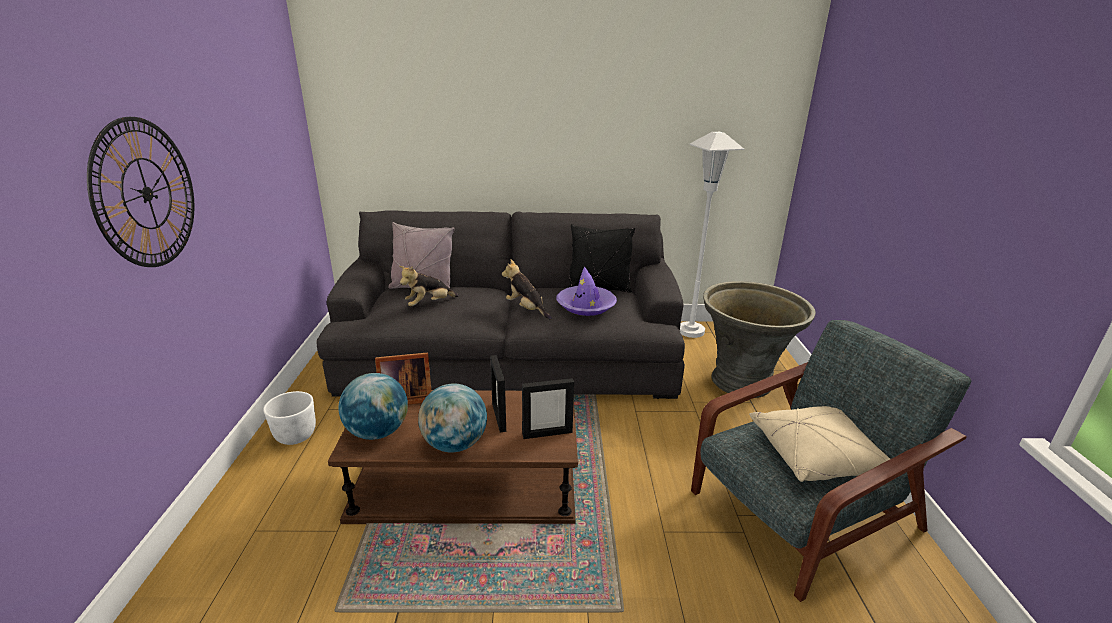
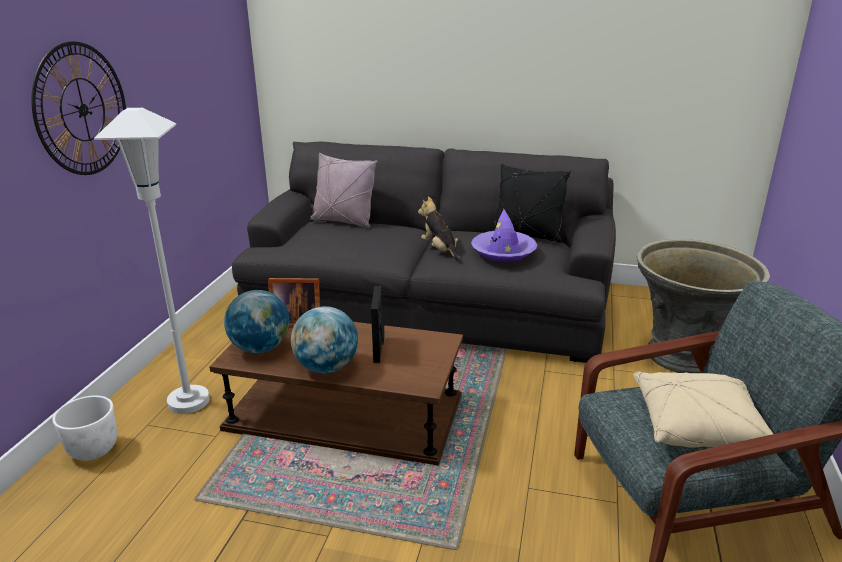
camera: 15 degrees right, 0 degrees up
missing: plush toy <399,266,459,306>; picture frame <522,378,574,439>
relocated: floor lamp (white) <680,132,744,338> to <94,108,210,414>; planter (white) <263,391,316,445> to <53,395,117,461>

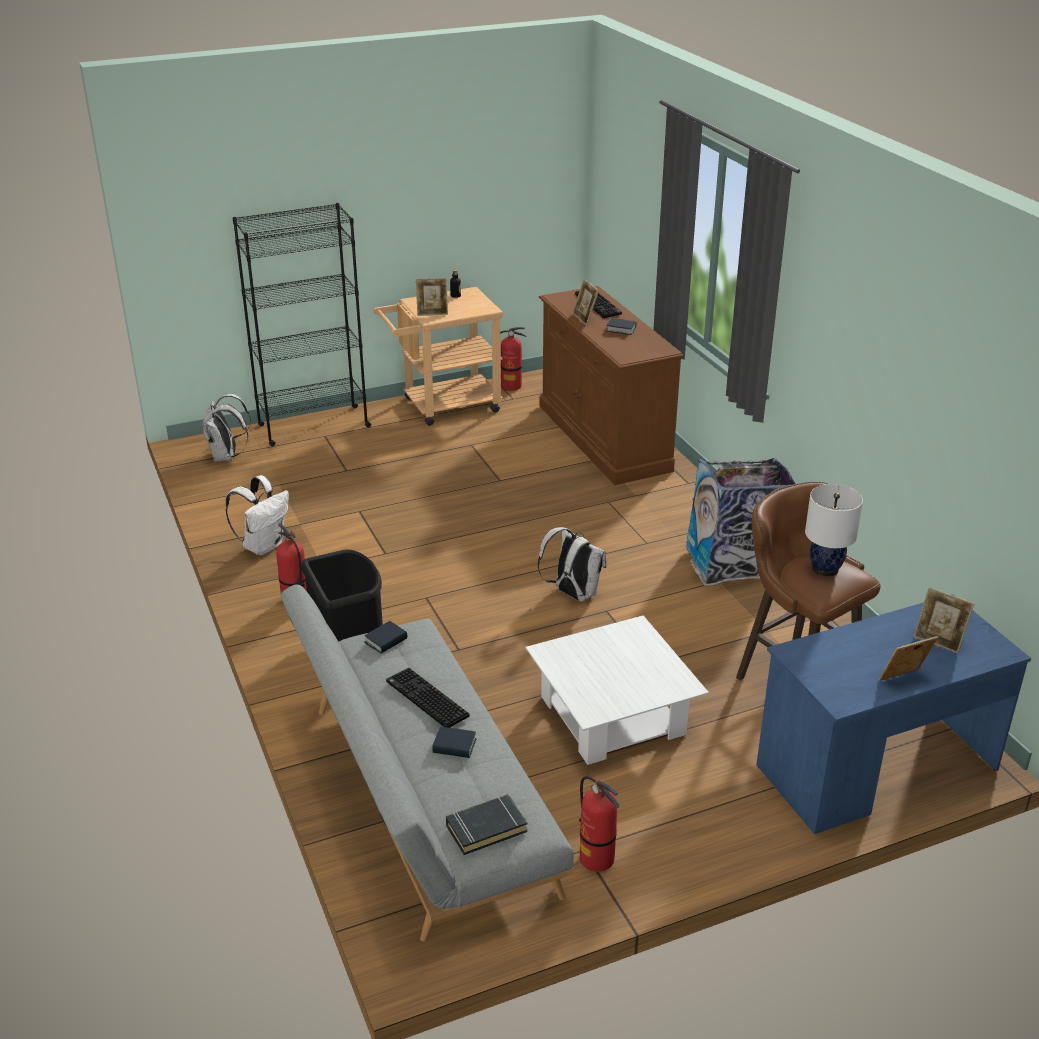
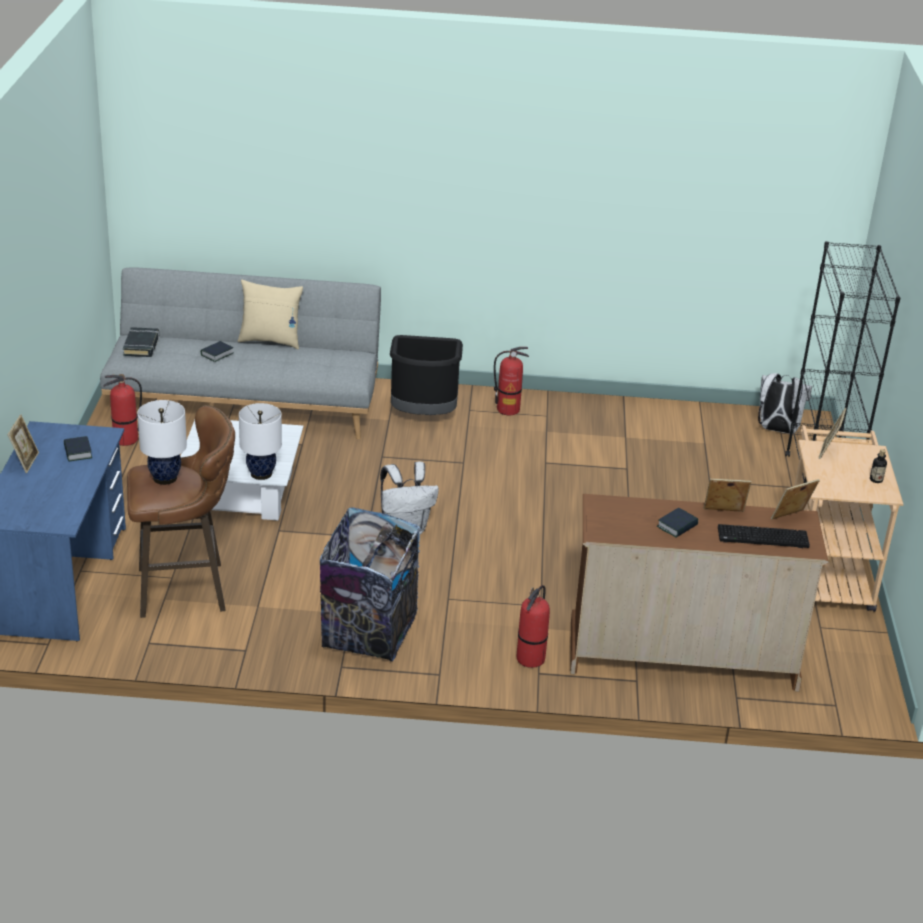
camera: 115 degrees right, 0 degrees up
missing: backpack (white) <225,475,289,555>; keyboard <386,668,469,728>
appeared: pillow (beige) <238,280,303,349>; table lamp (white) <239,403,282,480>
relocated: fire extinguisher <500,327,526,391> to <517,585,550,668>; picture frame <914,587,974,653> to <771,479,820,520>; book <364,621,407,654> to <64,436,92,462>

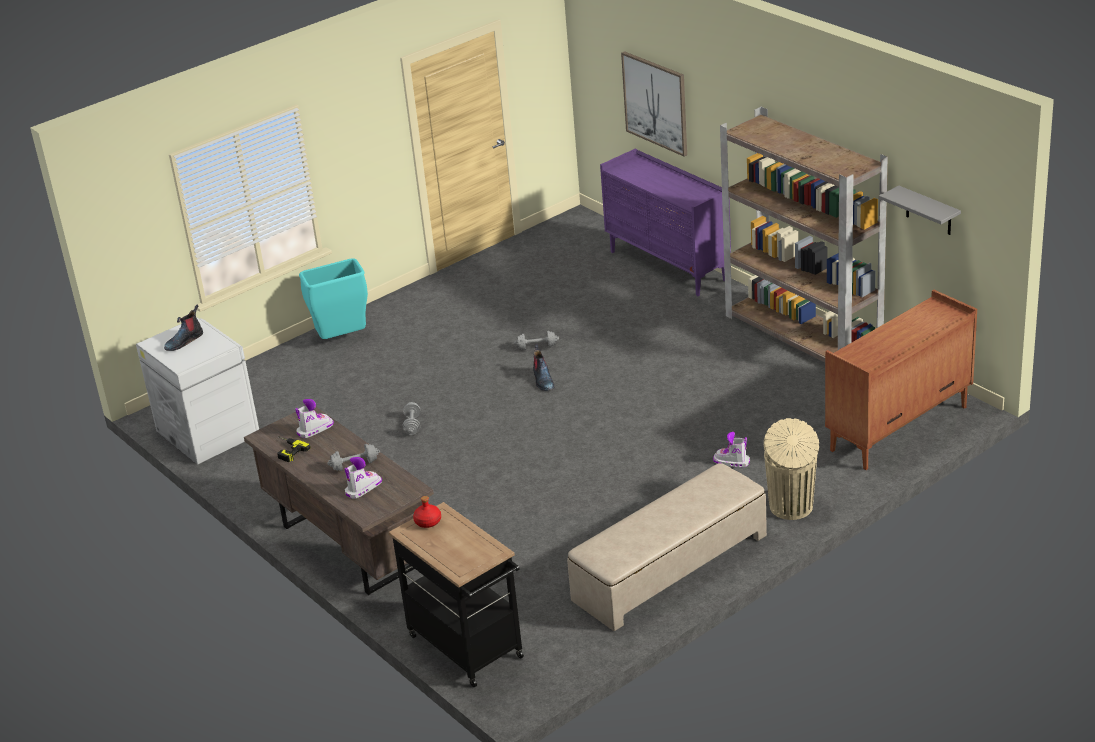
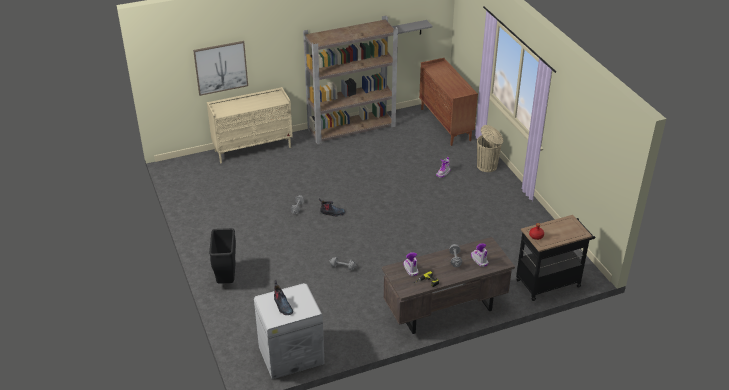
camera: 75 degrees left, 5 degrees up
missing: bench (beige) <567,463,767,631>
colour: cabinet (purple) <600,148,731,296> to cabinet (beige) <207,87,293,164>; trash can (turquoise) <299,258,368,339> to trash can (black) <209,228,236,284>

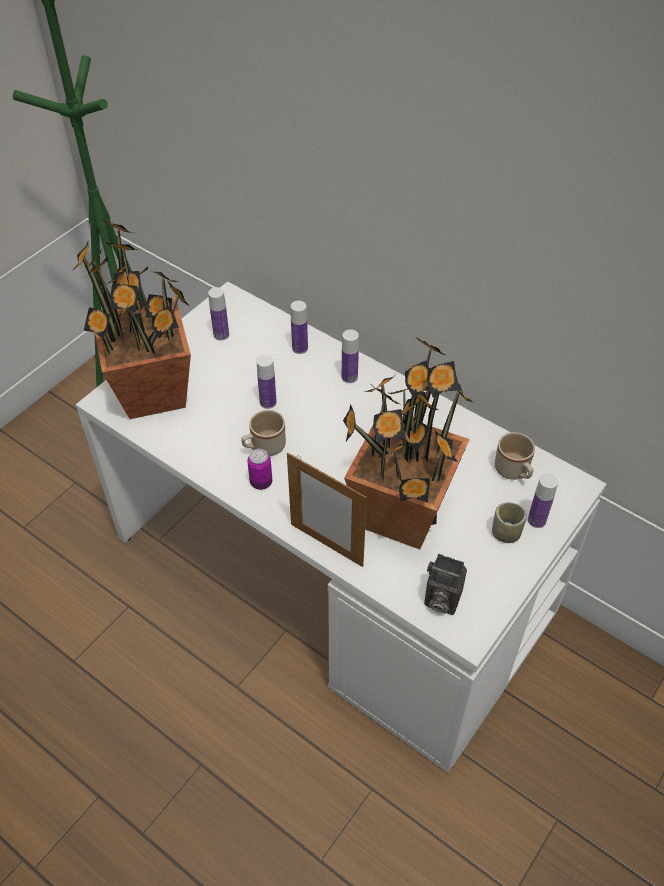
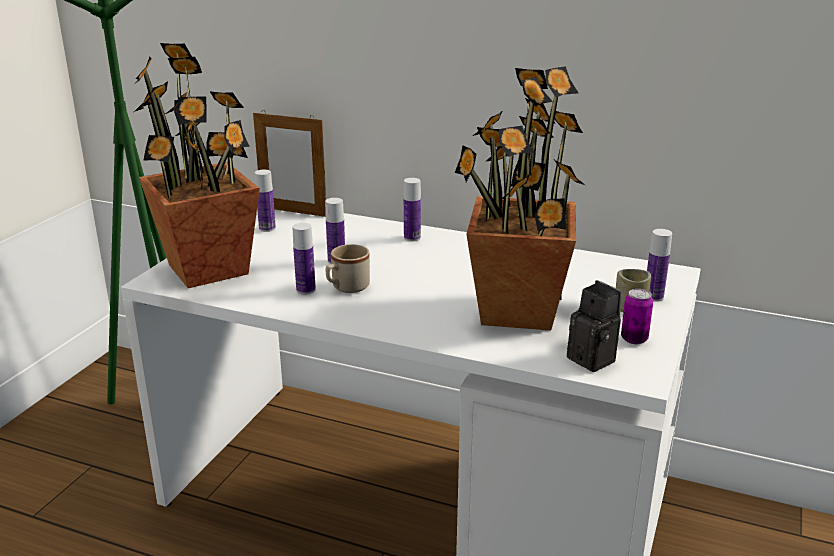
camera: 15 degrees left, 25 degrees down
missing: mug (beige) <495,432,535,480>
relocated: bottle <291,301,308,354> to <293,223,316,295>; can <247,449,272,490> to <621,289,653,344>; picture frame <287,453,367,567> to <253,110,326,217>
spun: photo camera <424,554,467,615> = <567,280,621,372> 135 degrees counterclockwise

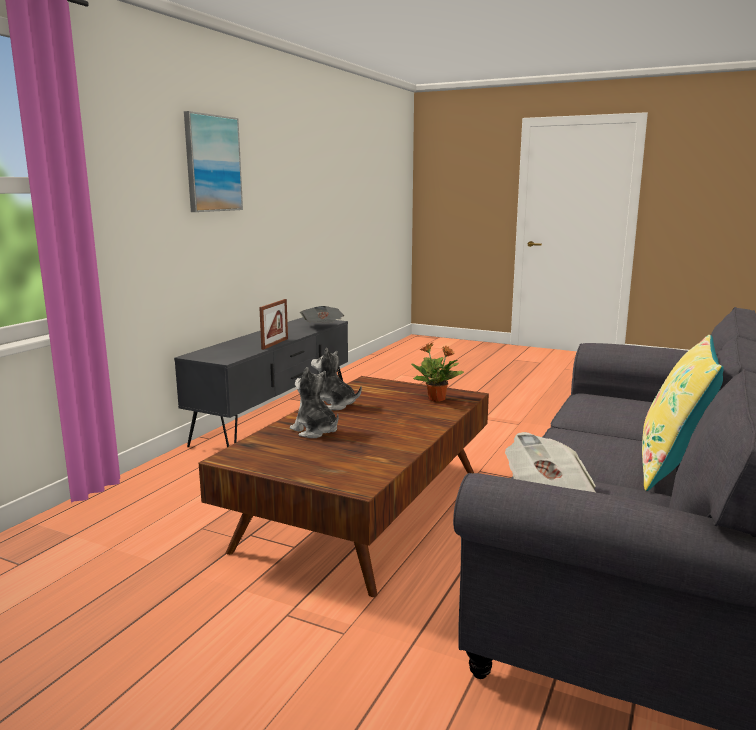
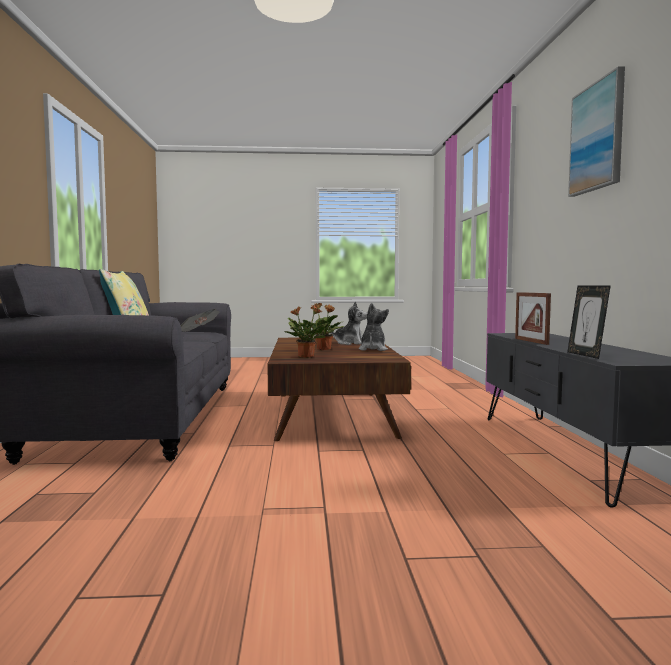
camera: 150 degrees right, 10 degrees down
appeared: potted plant <306,303,344,350>
exchanged: newspaper <300,306,344,323> to picture frame <567,286,610,359>
spun: plush toy <311,348,362,410> = <359,303,389,351> 75 degrees counterclockwise

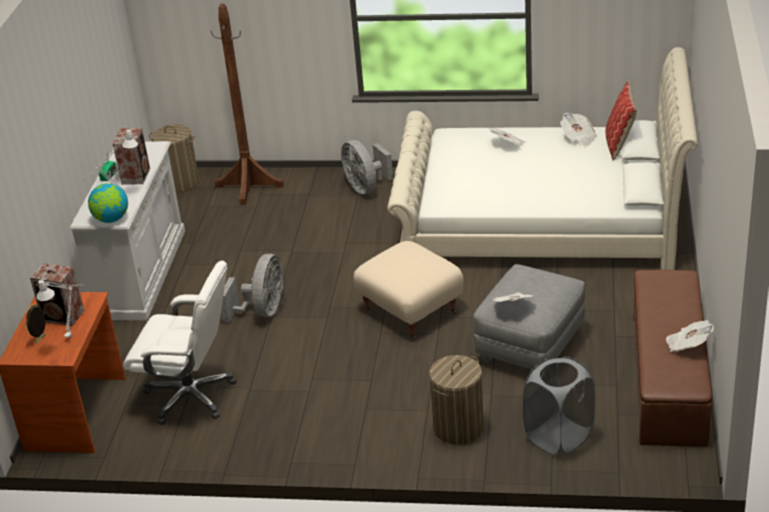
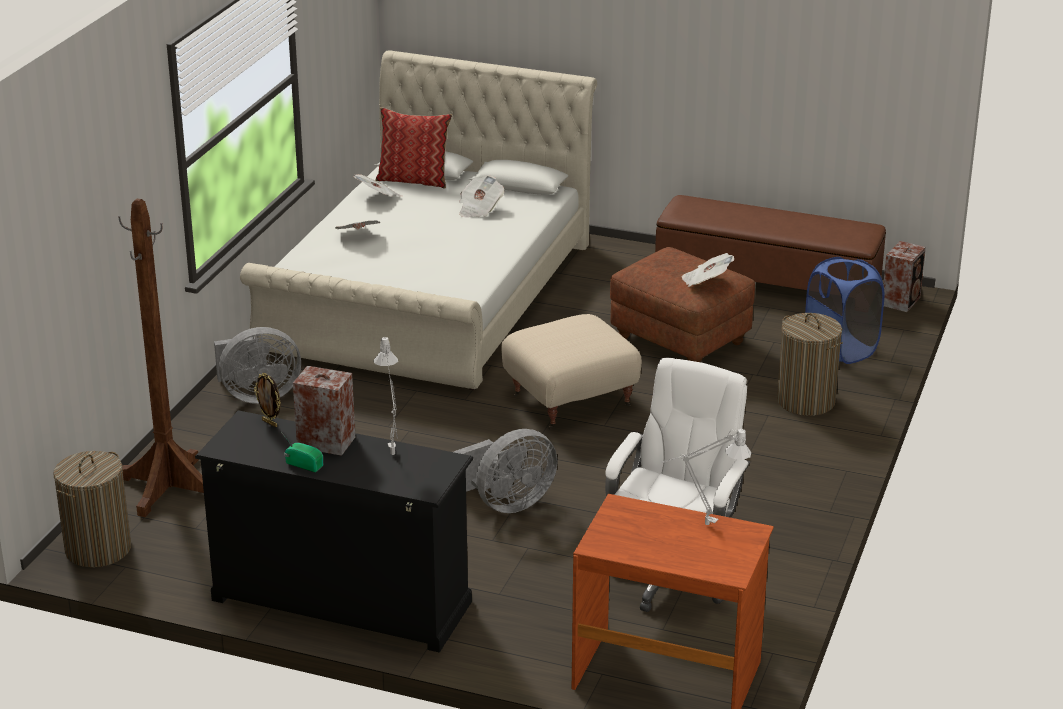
camera: 80 degrees left, 5 degrees down
missing: globe <88,183,128,223>
relocated: speaker <30,263,84,326> to <883,241,926,312>; picture frame <25,304,46,344> to <254,373,280,427>; newspaper <666,320,714,352> to <459,175,504,217>
colour: dresser (white) <70,141,185,320> to dresser (black) <195,410,473,653>; ottoman (grey) <473,264,585,370> to ottoman (brown) <610,247,755,362>; laundry basket (grey) <523,356,595,456> to laundry basket (blue) <805,257,884,364>
spun: fan (grey) <221,254,284,323> = <454,429,558,513> 120 degrees clockwise

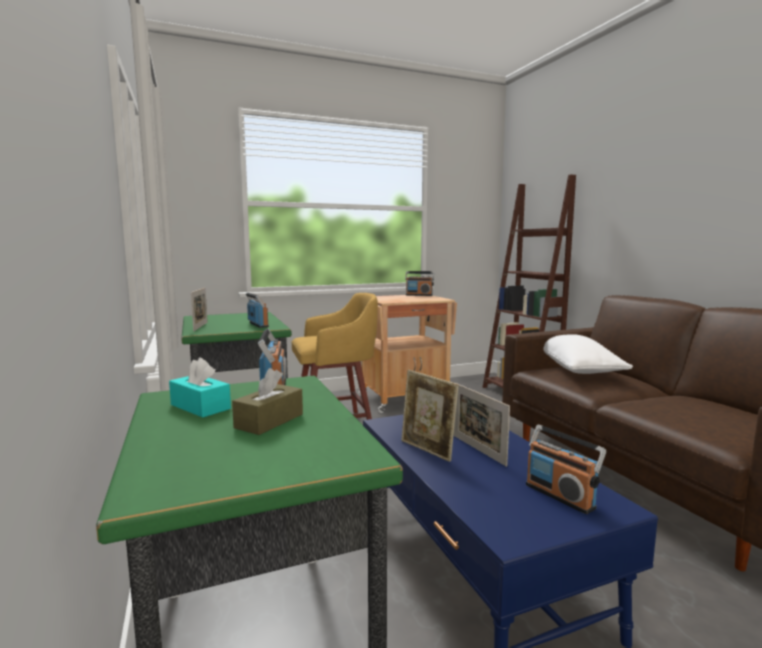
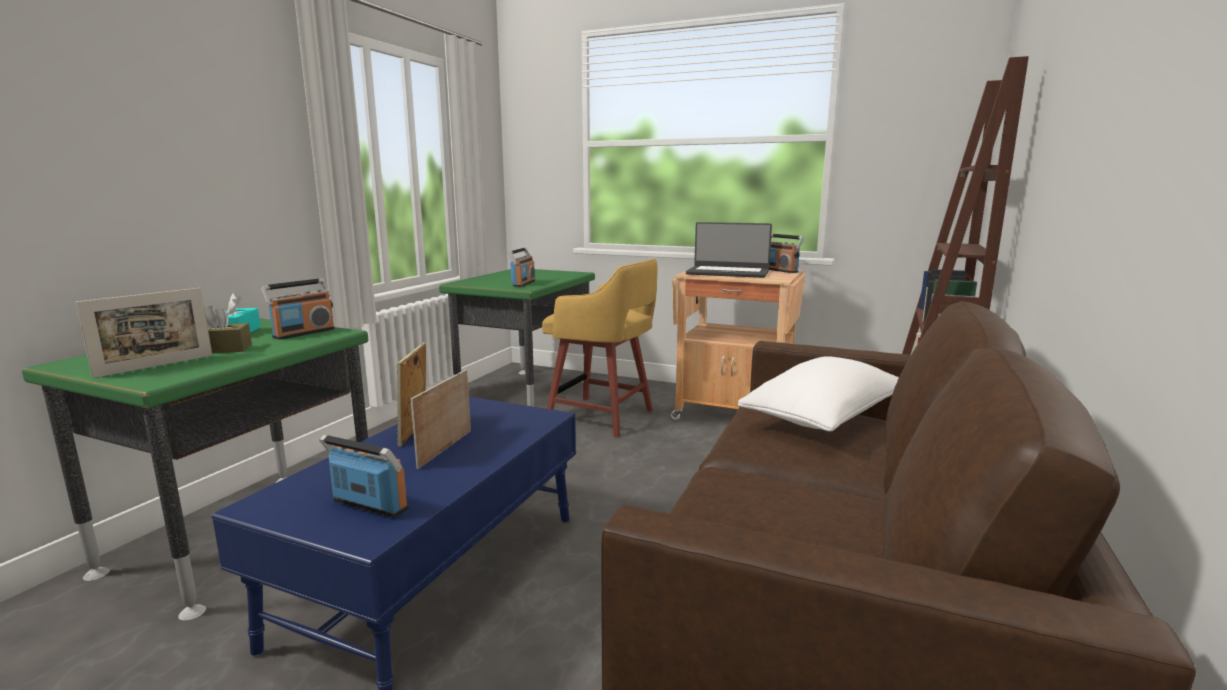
camera: 45 degrees right, 5 degrees up
appeared: laptop <686,222,772,278>
relocated: picture frame <191,288,208,331> to <76,288,212,378>
spun: radio <526,424,606,514> = <319,435,409,518> 105 degrees clockwise

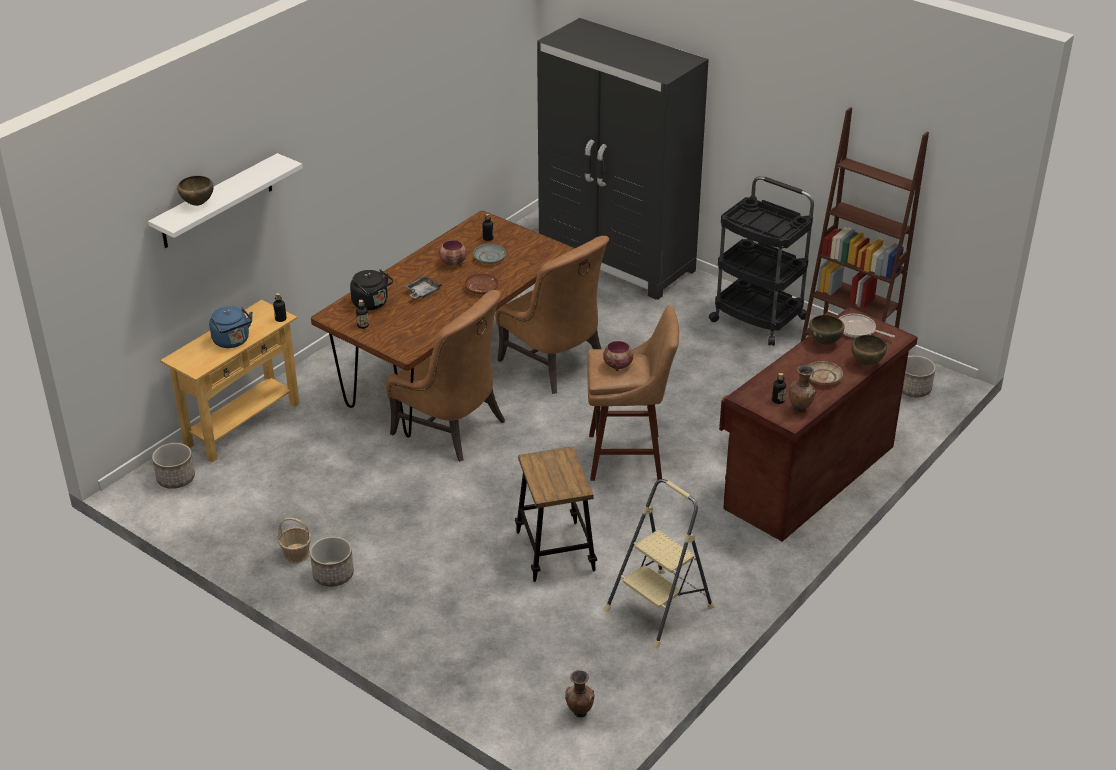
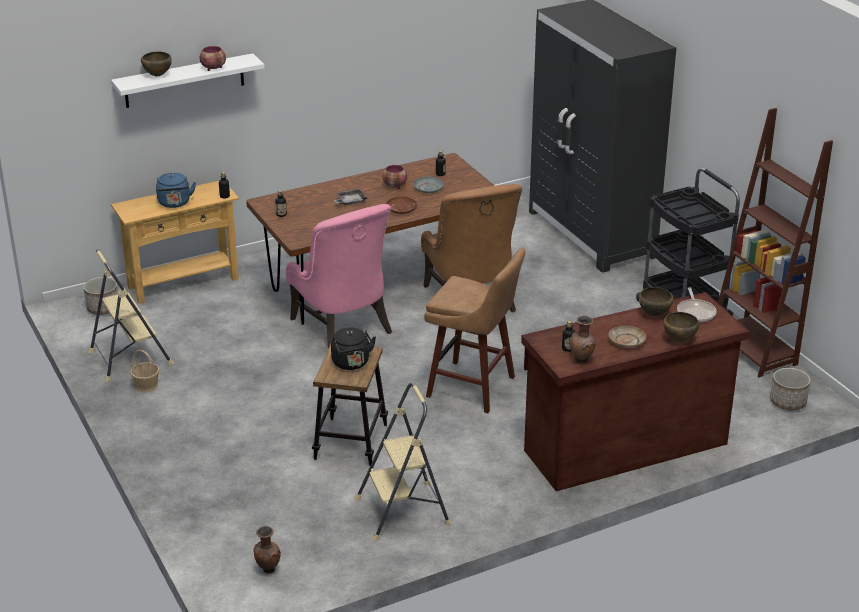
camera: 25 degrees right, 5 degrees down
missing: planter <310,536,354,587>
appeared: step ladder (beige) <88,249,174,382>
relocated: kettle (black) <350,269,393,310> to <331,328,376,370>; bowl <603,341,634,371> to <200,46,226,71>
colour: chair (brown) <386,290,505,462> to chair (pink) <286,204,392,349>
spun: frying pan <839,314,895,338> = <677,287,717,322> 150 degrees counterclockwise

